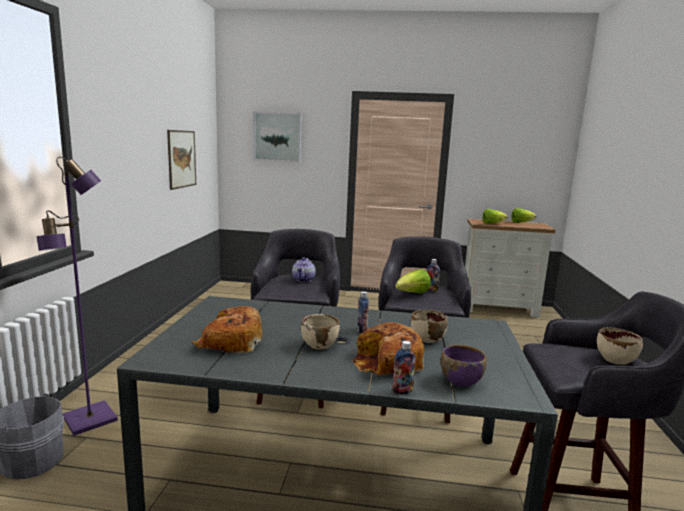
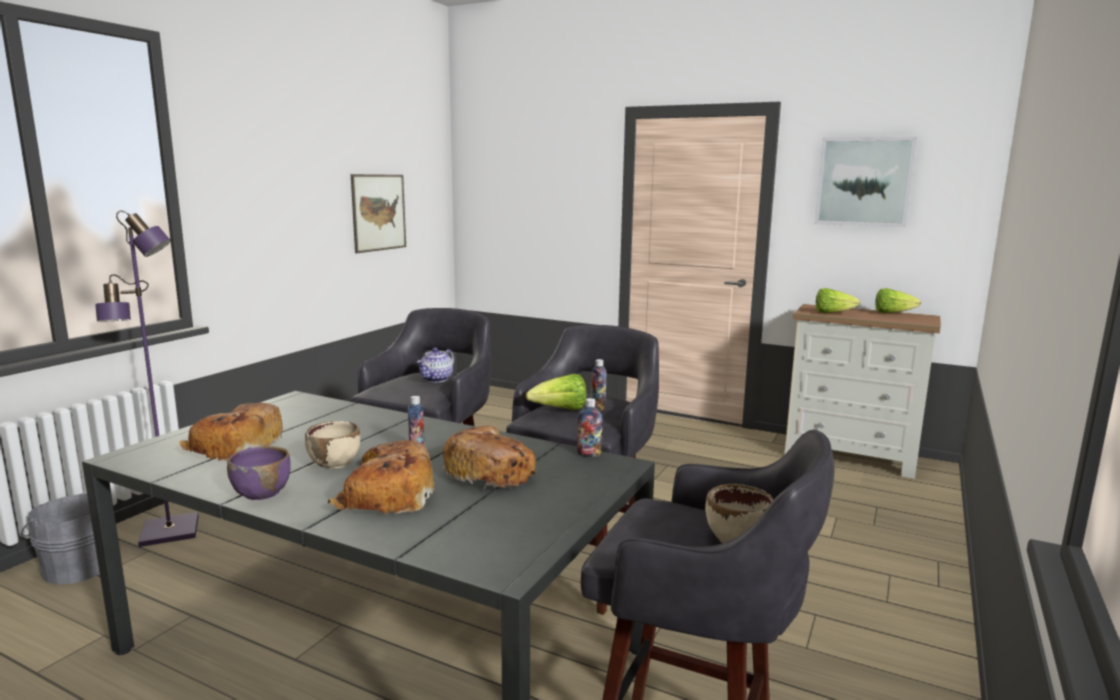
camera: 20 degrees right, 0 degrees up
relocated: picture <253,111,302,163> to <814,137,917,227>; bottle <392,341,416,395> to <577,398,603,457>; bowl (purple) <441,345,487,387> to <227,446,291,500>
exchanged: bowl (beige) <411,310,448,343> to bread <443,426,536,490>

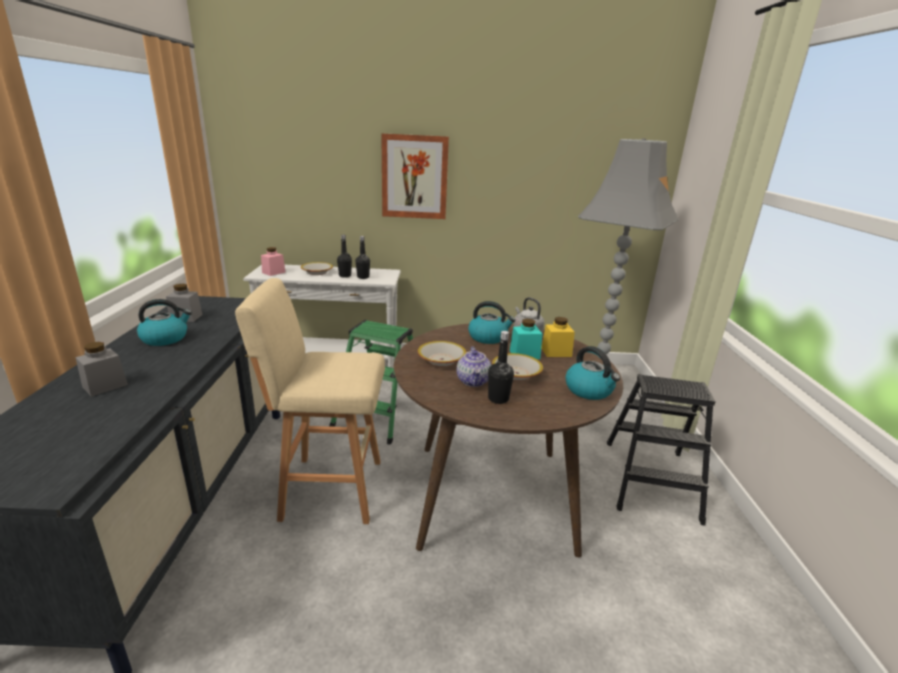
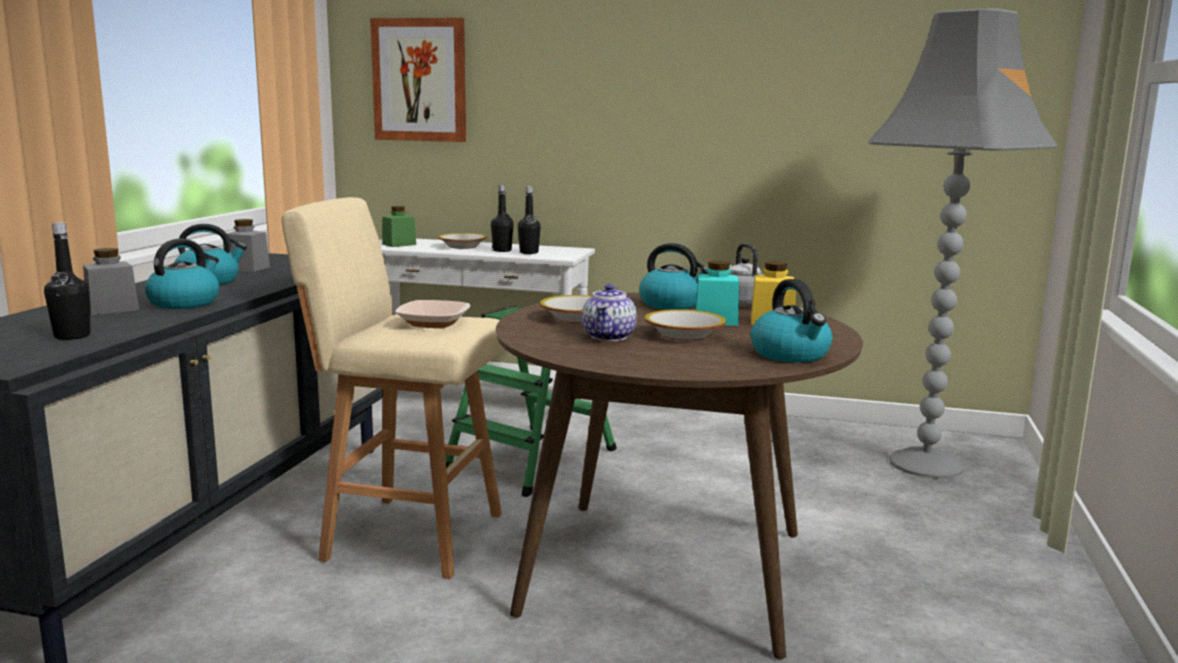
camera: 15 degrees right, 10 degrees down
missing: step ladder (black) <607,374,716,525>
appeared: kettle <145,239,219,309>; bowl <395,300,470,328>
relocated: picture <381,133,449,219> to <370,18,466,142>; bottle (black) <488,331,514,404> to <44,222,90,340>
colour: jar (pink) <261,247,285,276> to jar (green) <382,206,416,247>

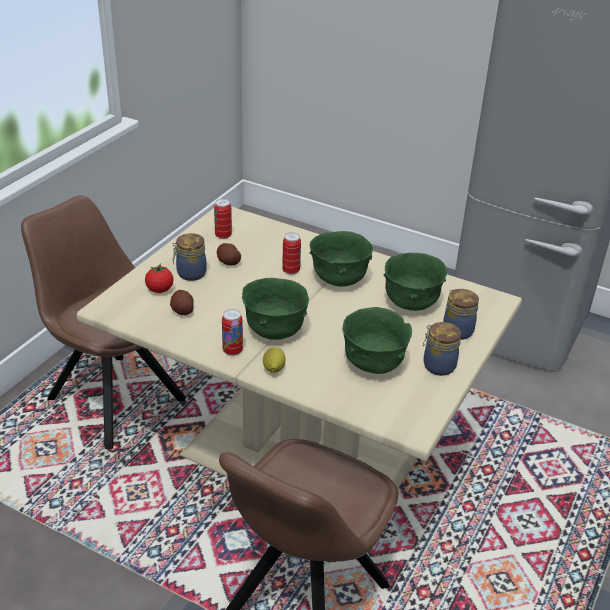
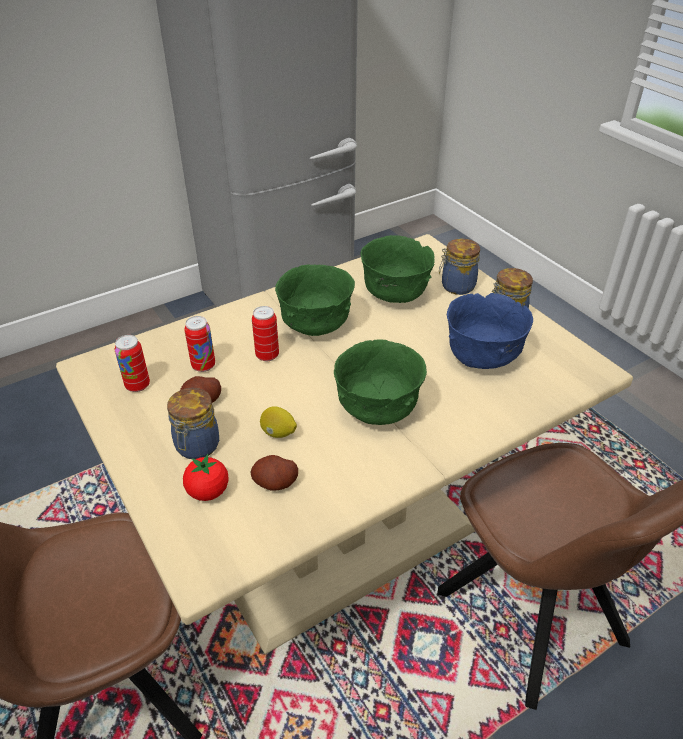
camera: 60 degrees left, 5 degrees up
relocated: can <222,309,243,356> to <184,316,215,372>; lemon <263,347,285,373> to <260,406,297,438>
colour: bowl (green) <342,307,412,374> to bowl (blue) <447,293,533,369>

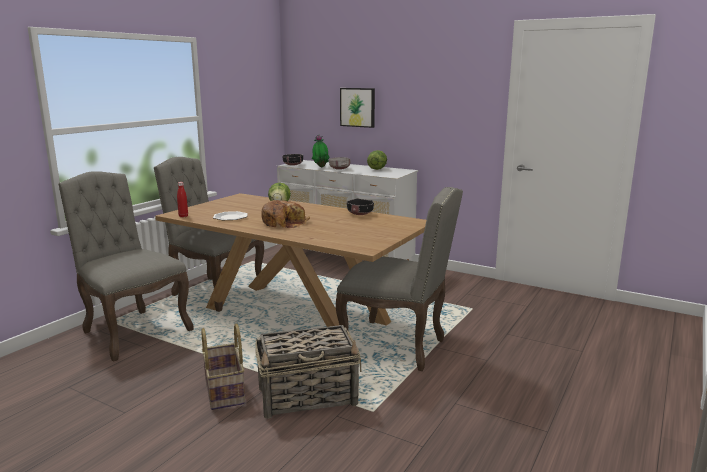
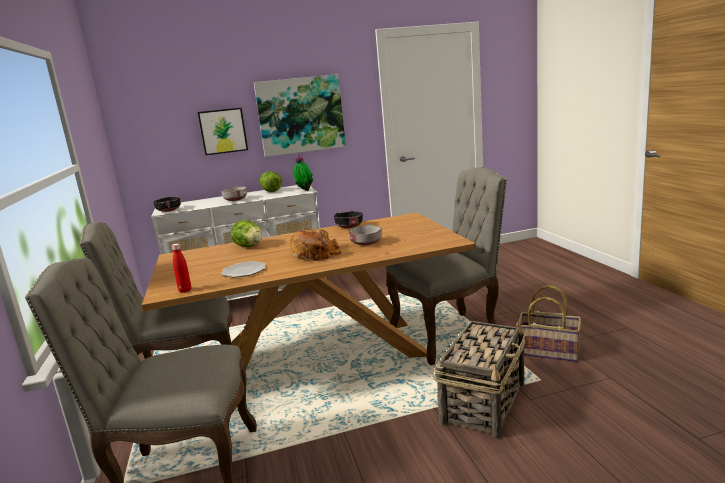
camera: 45 degrees left, 0 degrees up
appeared: picture <254,74,346,157>; bowl (grey) <349,224,382,246>
relocated: potted plant <312,135,329,167> to <293,155,313,191>; basket <201,323,245,410> to <516,285,581,362>

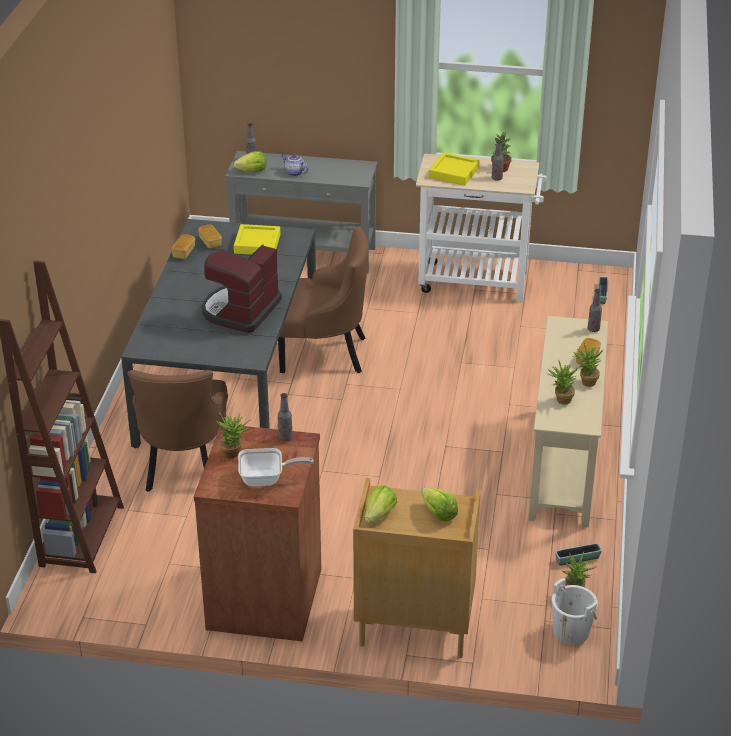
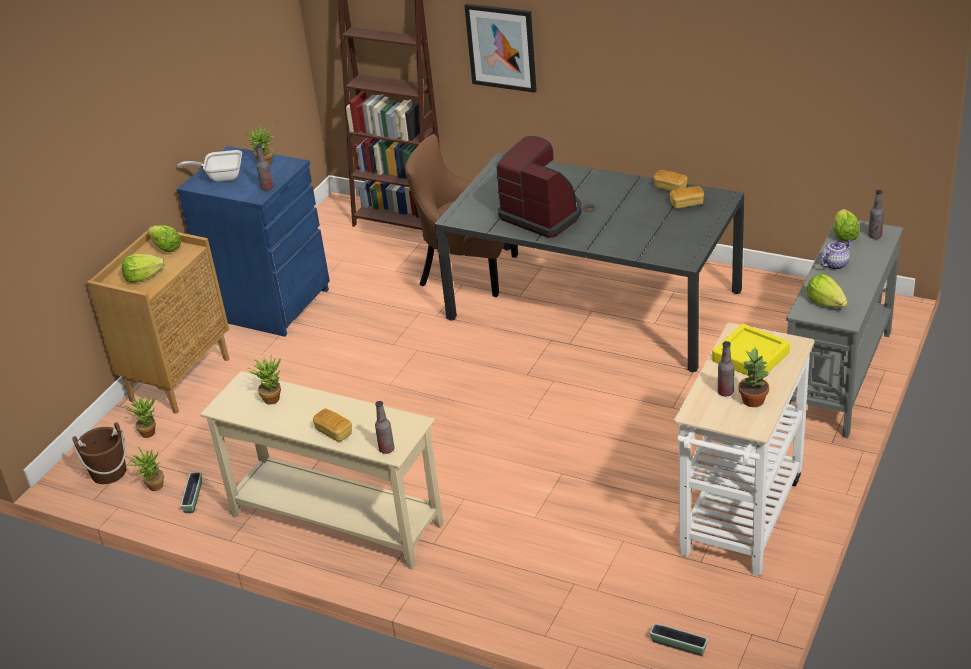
camera: 110 degrees right, 0 degrees up
missing: tray (yellow) <234,224,281,255>; chair (brown) <278,226,368,373>
appeared: picture <464,4,537,93>; lettuce <807,274,848,308>
relocated: potted plant <572,343,604,387> to <124,396,156,438>
colour: dresser (brown) <194,426,321,642> to dresser (blue) <177,146,330,337>; bucket (white) <552,578,598,645> to bucket (brown) <72,422,126,484>
spun: frying pan <238,448,314,486> = <177,150,242,182> 75 degrees clockwise

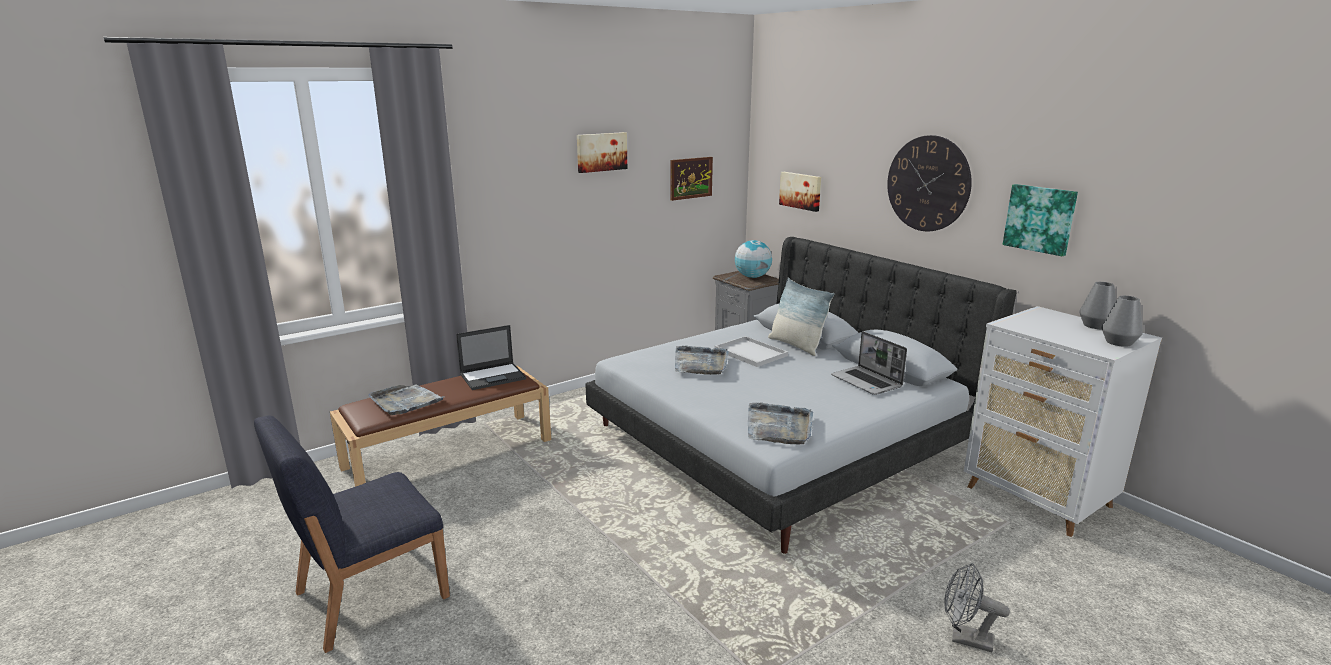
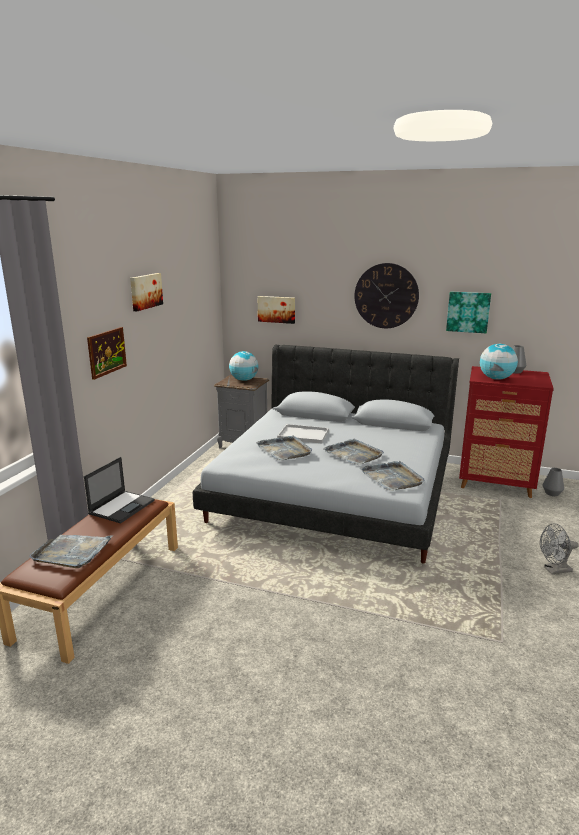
camera: 35 degrees left, 0 degrees up
missing: pillow <768,278,835,356>; laptop <831,331,907,395>; chair (blue) <254,415,450,653>
appeared: globe <480,344,518,380>; tray (grey) <323,438,384,465>
relocated: picture <670,157,713,201> to <87,327,127,380>; vase (grey) <1101,296,1143,347> to <543,468,564,496>
colour: dresser (white) <964,306,1162,537> to dresser (red) <459,366,554,498>

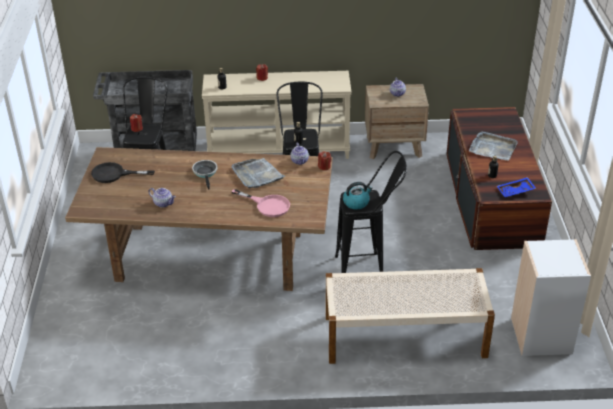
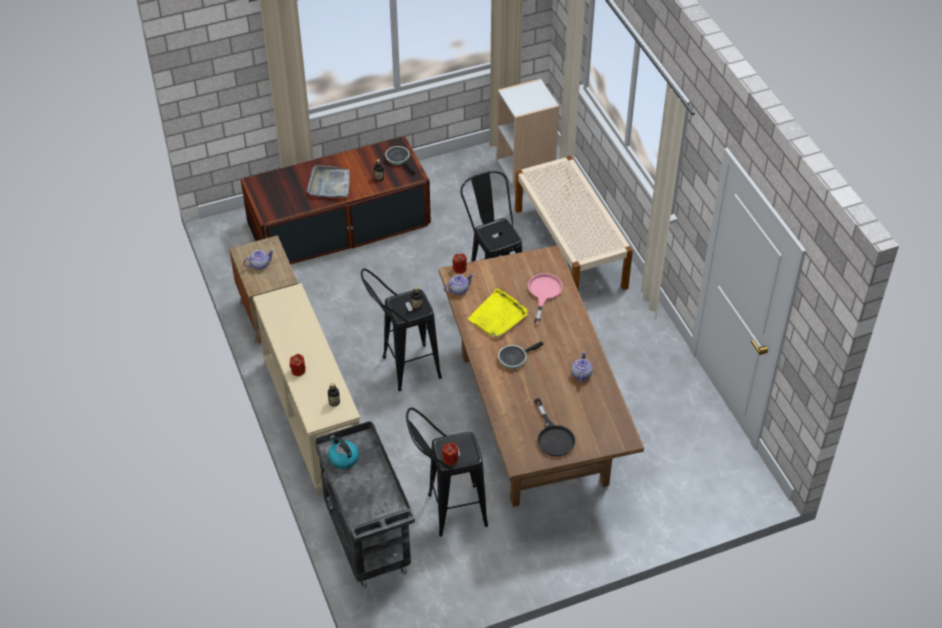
camera: 110 degrees left, 10 degrees up
relocated: kettle <343,182,373,209> to <328,435,359,469>
exchanged: tray (blue) <497,177,536,197> to frying pan <385,146,415,175>
colour: tray (grey) <232,158,286,188> to tray (yellow) <468,289,528,338>

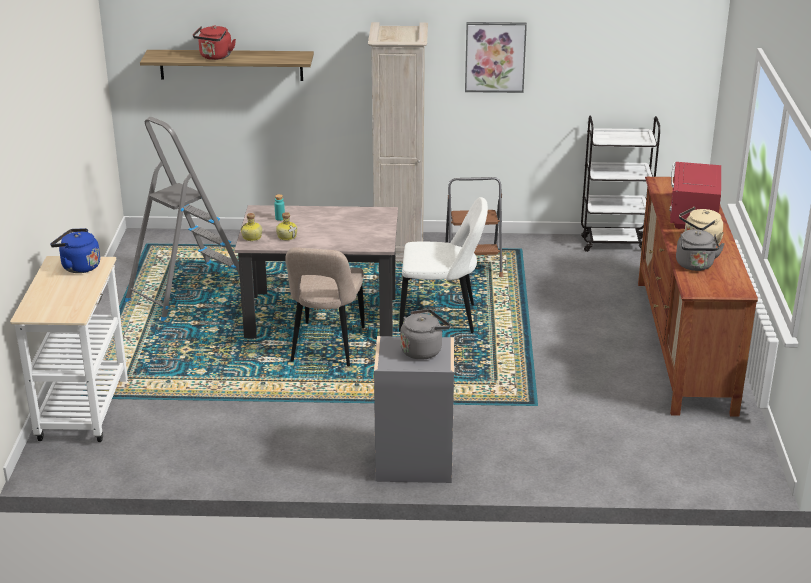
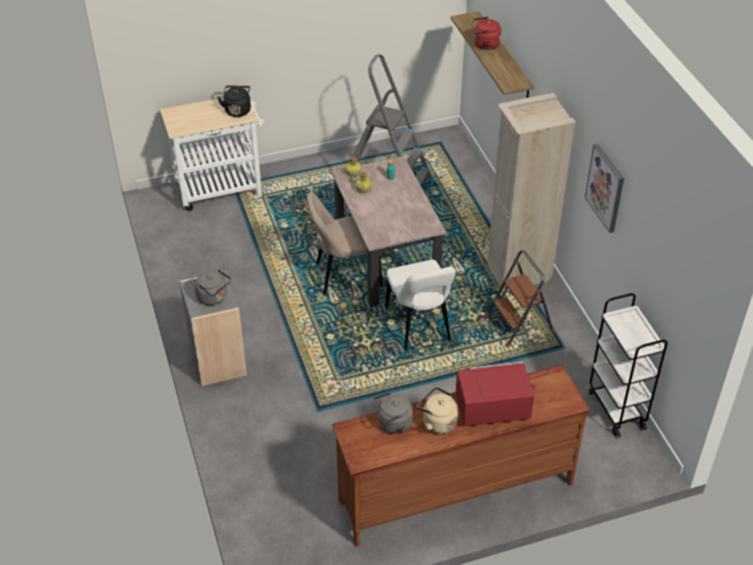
camera: 70 degrees right, 15 degrees up
colour: kettle (blue) <50,228,100,273> to kettle (black) <218,86,251,117>

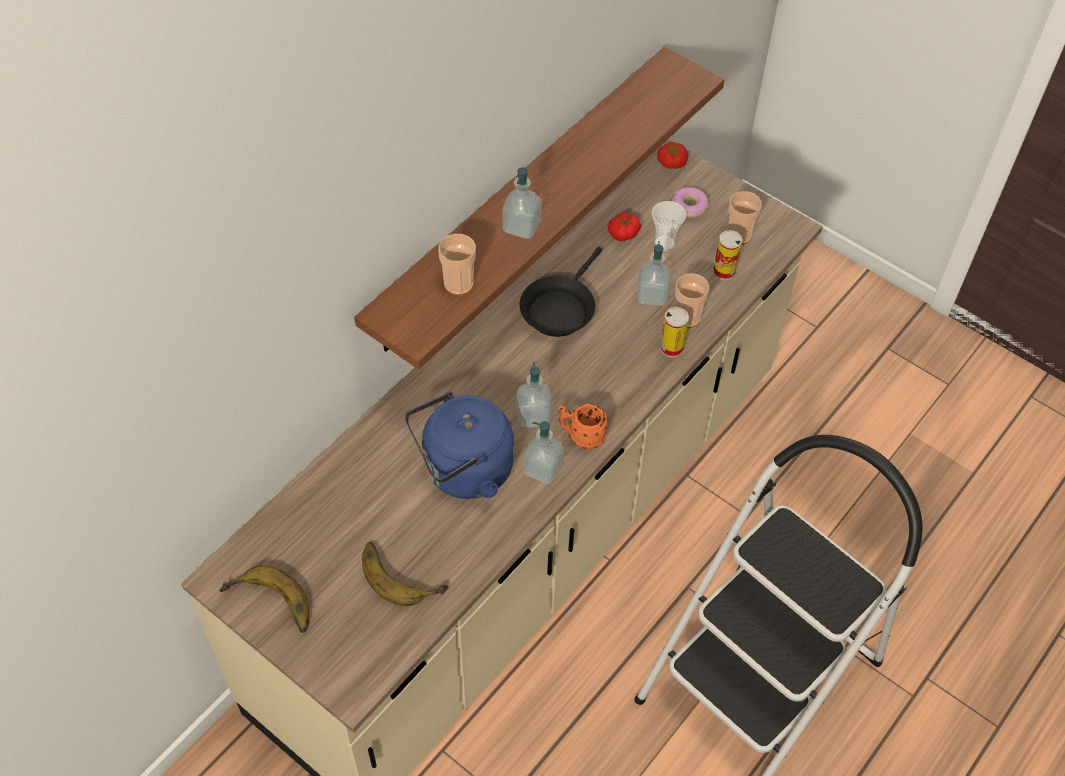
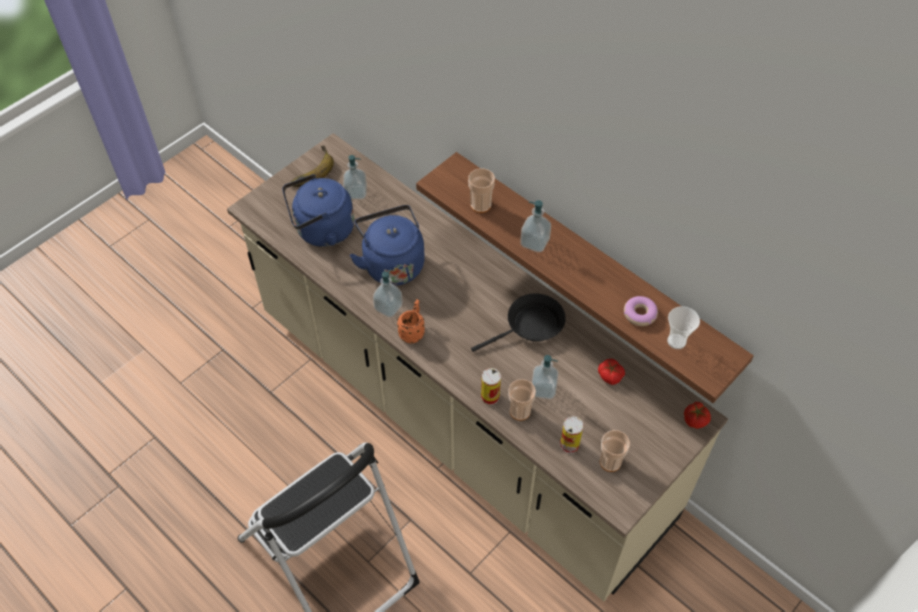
camera: 95 degrees right, 0 degrees up
relocated: donut <672,187,709,218> to <624,296,658,326>; cup <652,201,686,251> to <667,306,700,349>; soap dispenser <517,362,552,428> to <343,155,367,199>
exchanged: banana <362,542,449,606> to kettle (blue) <282,174,354,247>
spun: frying pan (black) <519,247,602,337> = <471,293,566,352> 120 degrees clockwise

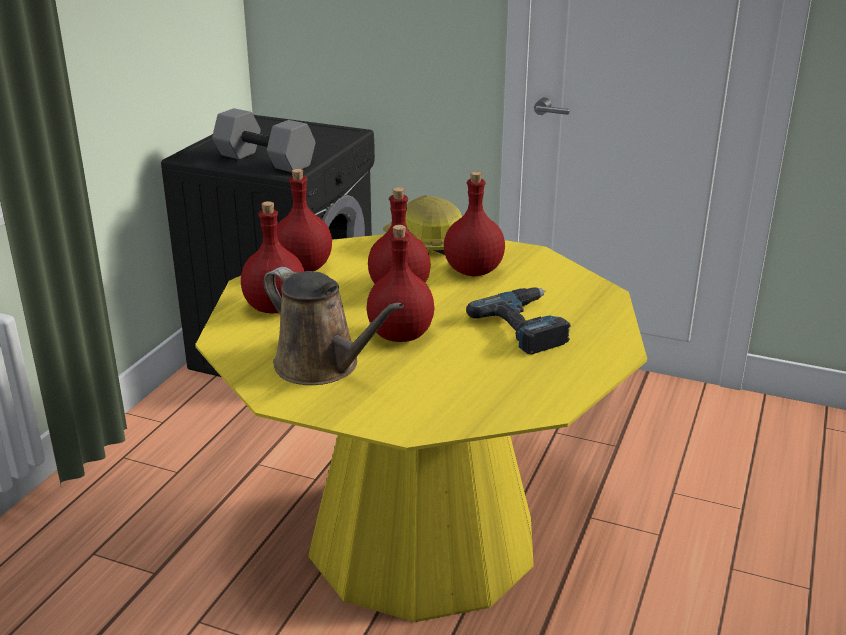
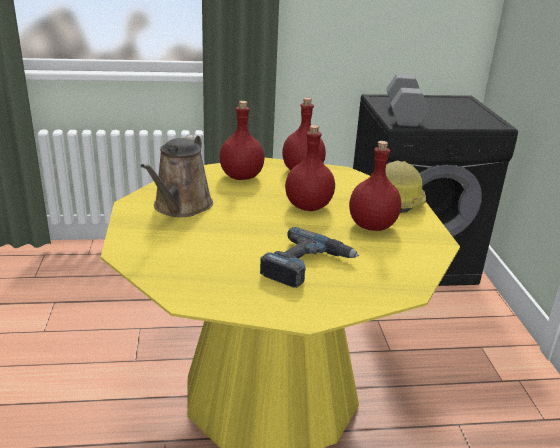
camera: 60 degrees right, 0 degrees up
missing: bottle (red) <367,225,435,342>

